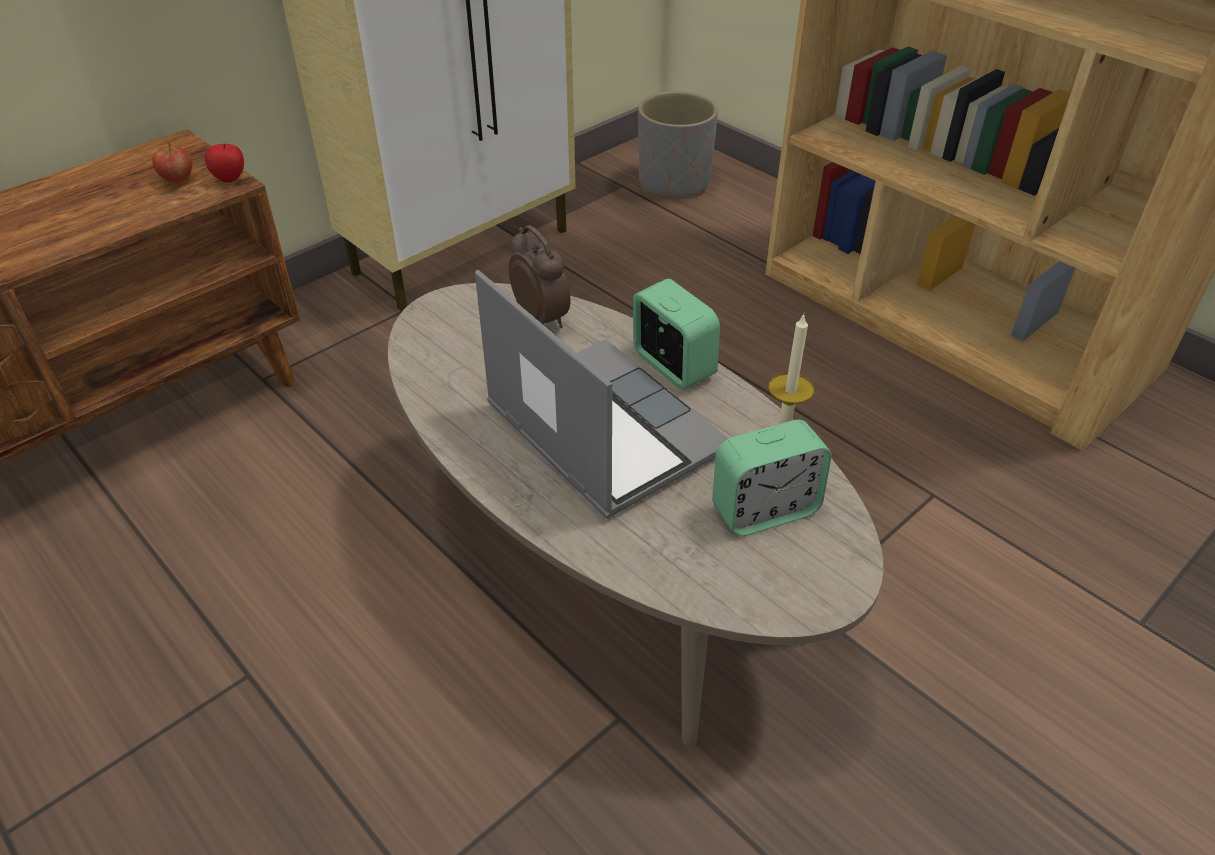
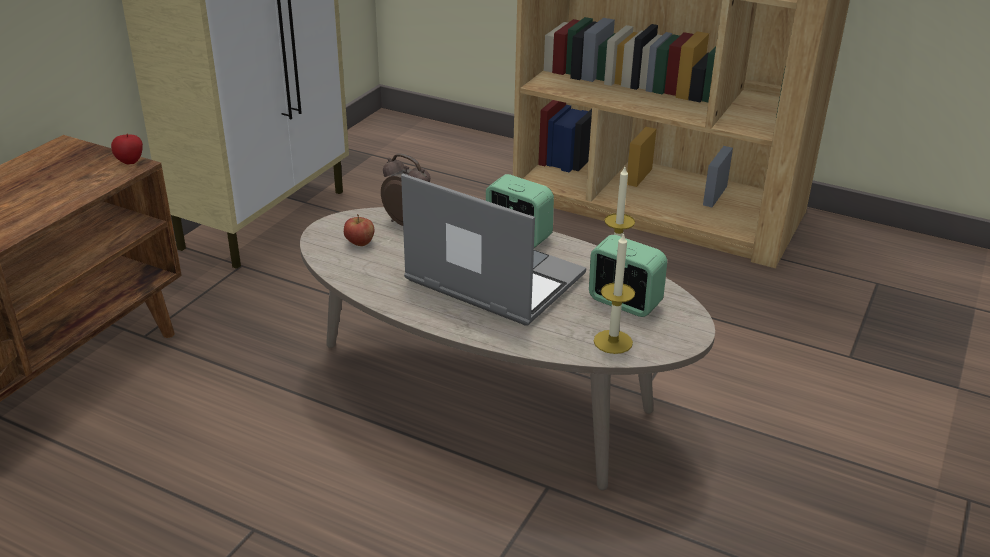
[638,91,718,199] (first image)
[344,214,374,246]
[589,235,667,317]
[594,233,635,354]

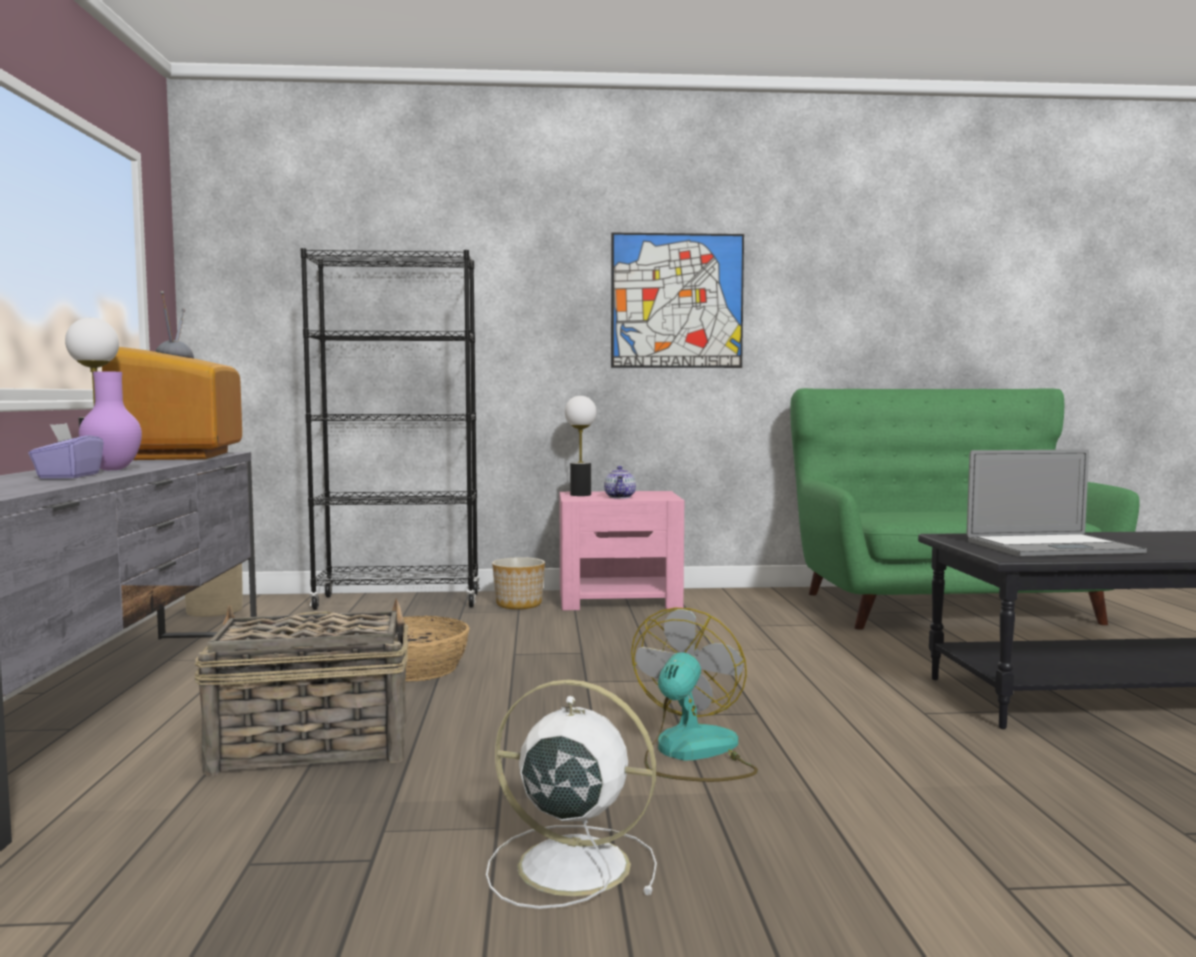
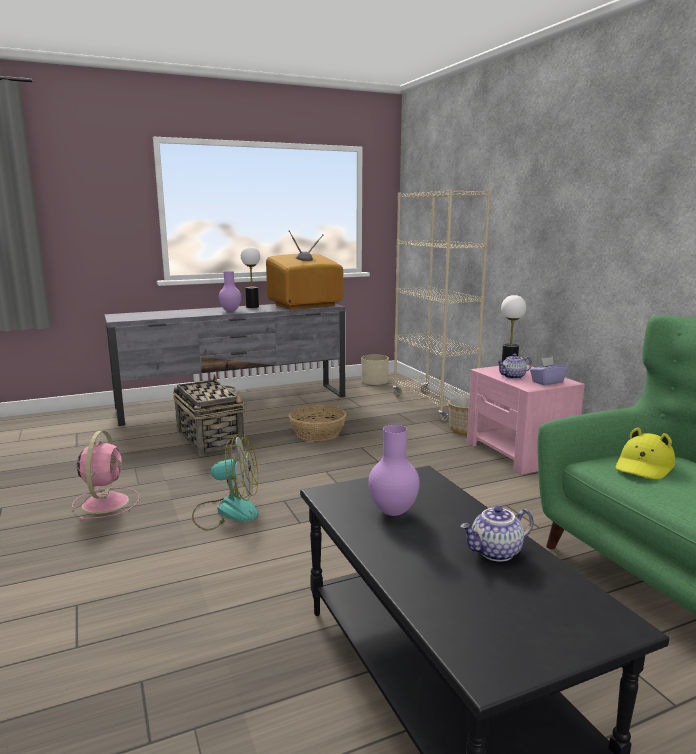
[611,233,744,368] (first image)
[393,189,491,421]
[530,357,568,385]
[368,425,420,516]
[72,431,139,520]
[616,428,675,479]
[460,506,534,562]

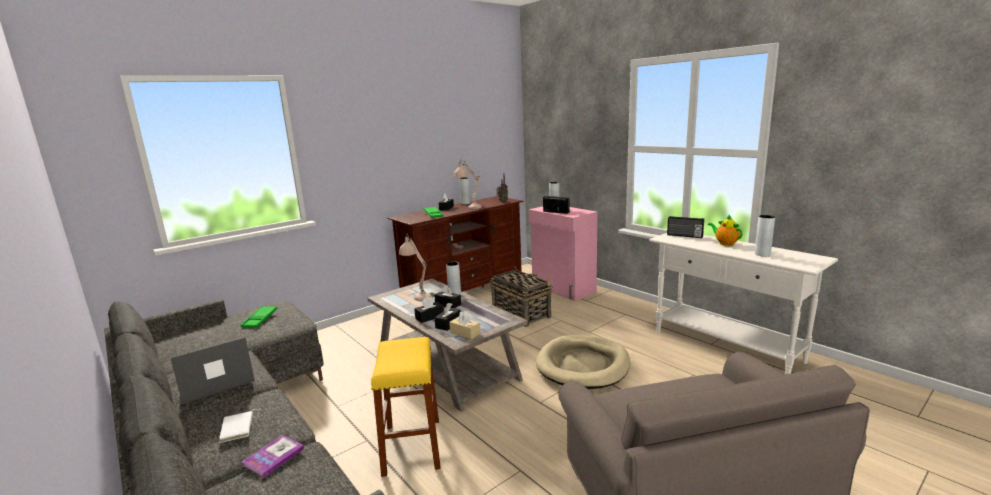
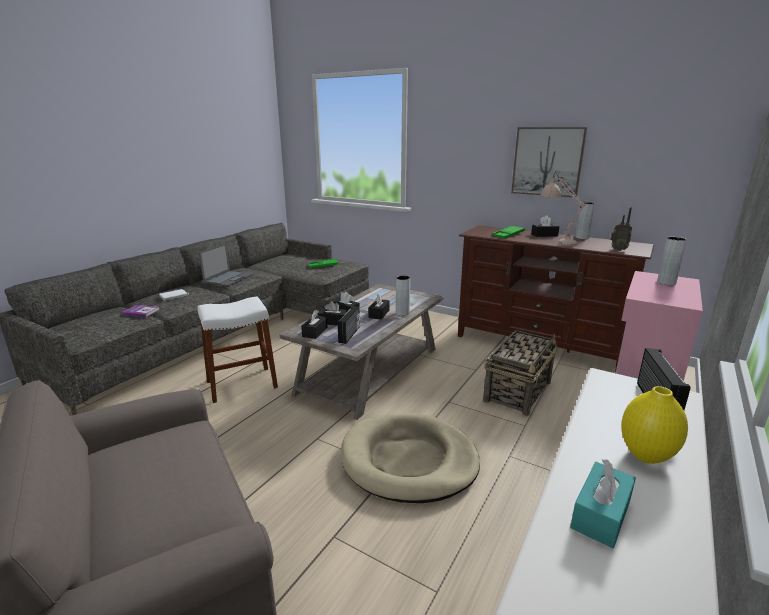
[338,306,360,344]
[621,386,688,464]
[570,459,636,548]
[399,234,434,301] (first image)
[301,310,327,339]
[199,243,253,286]
[197,297,278,403]
[511,127,587,197]

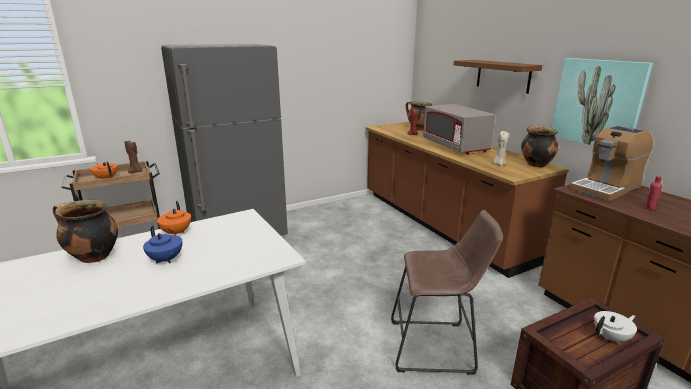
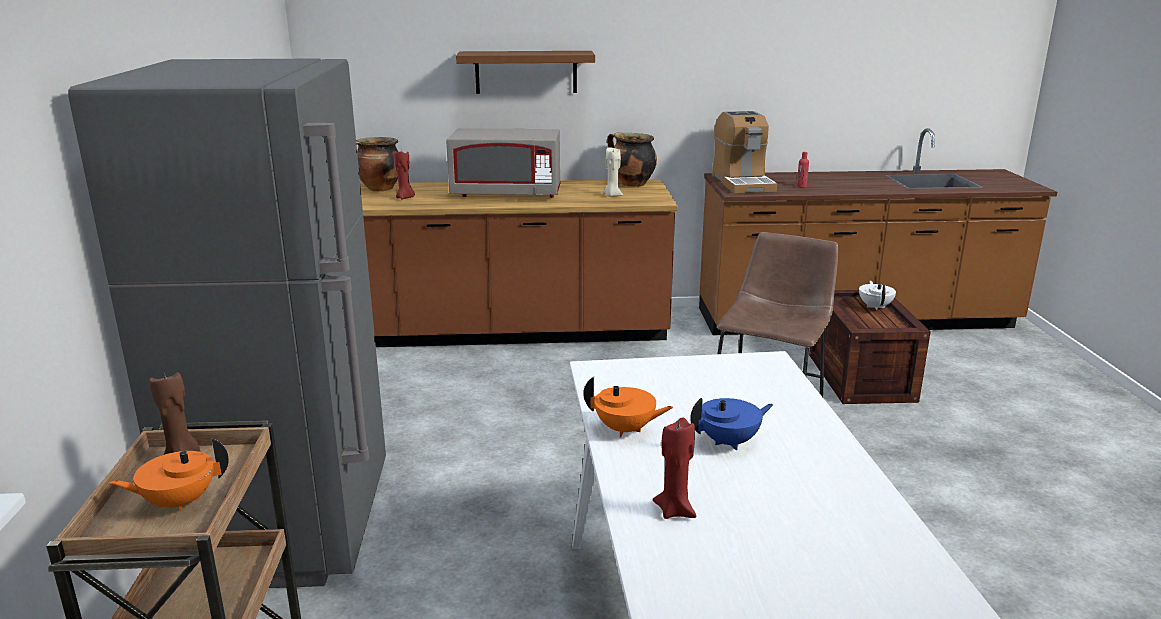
[552,58,653,146] (first image)
[653,417,696,519]

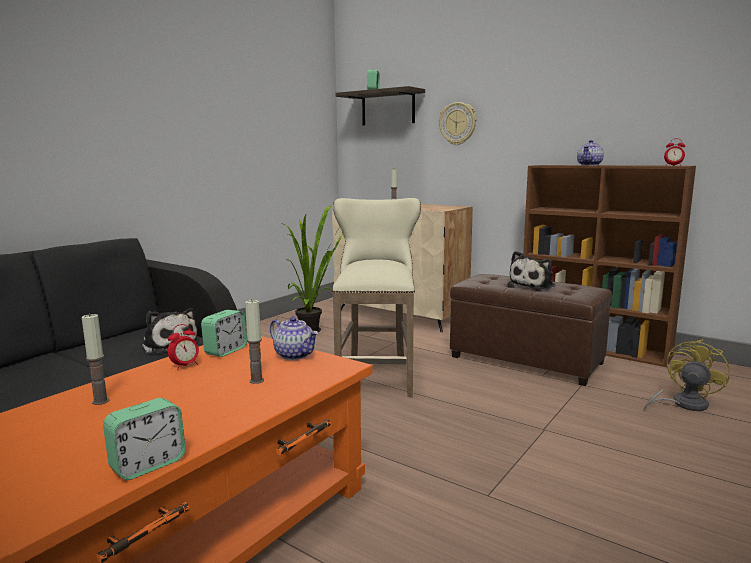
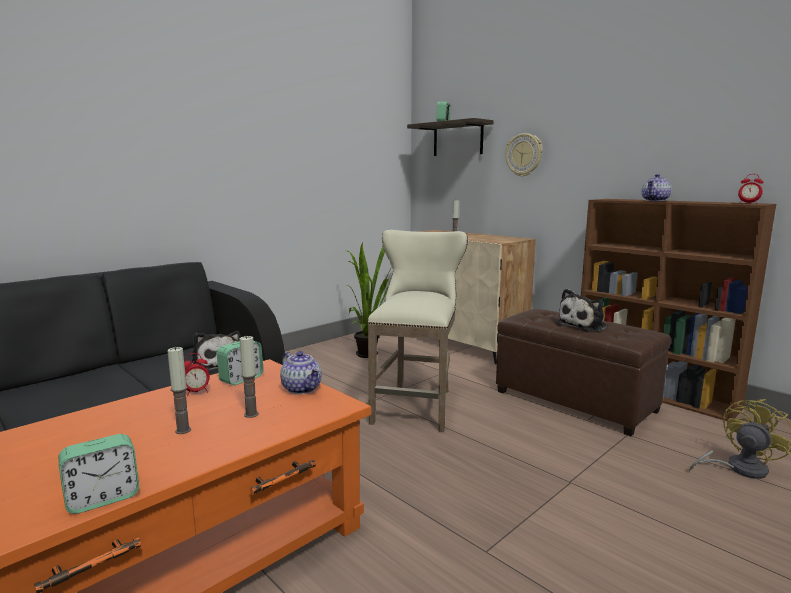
[167,346,191,434]

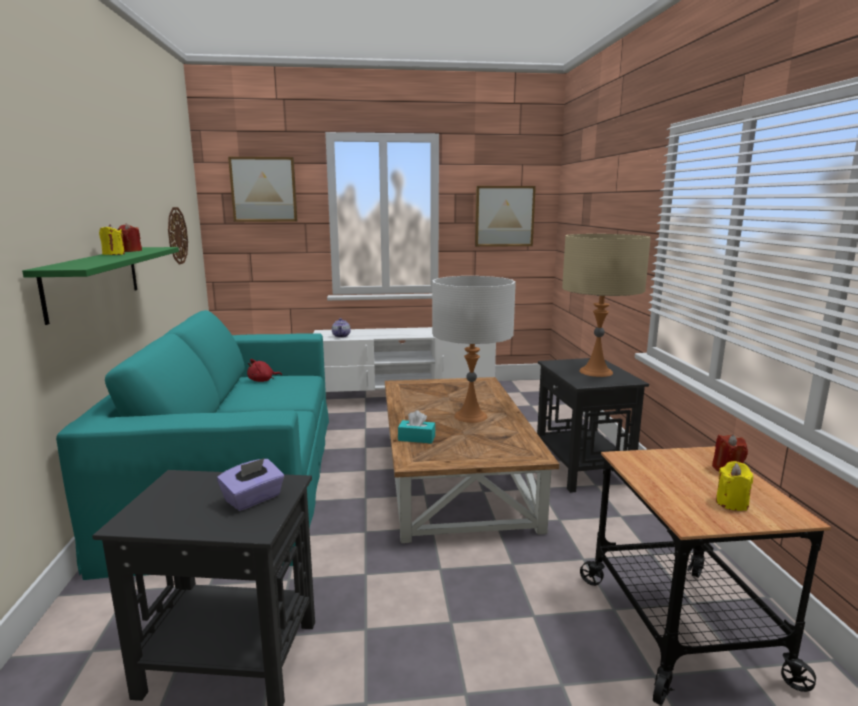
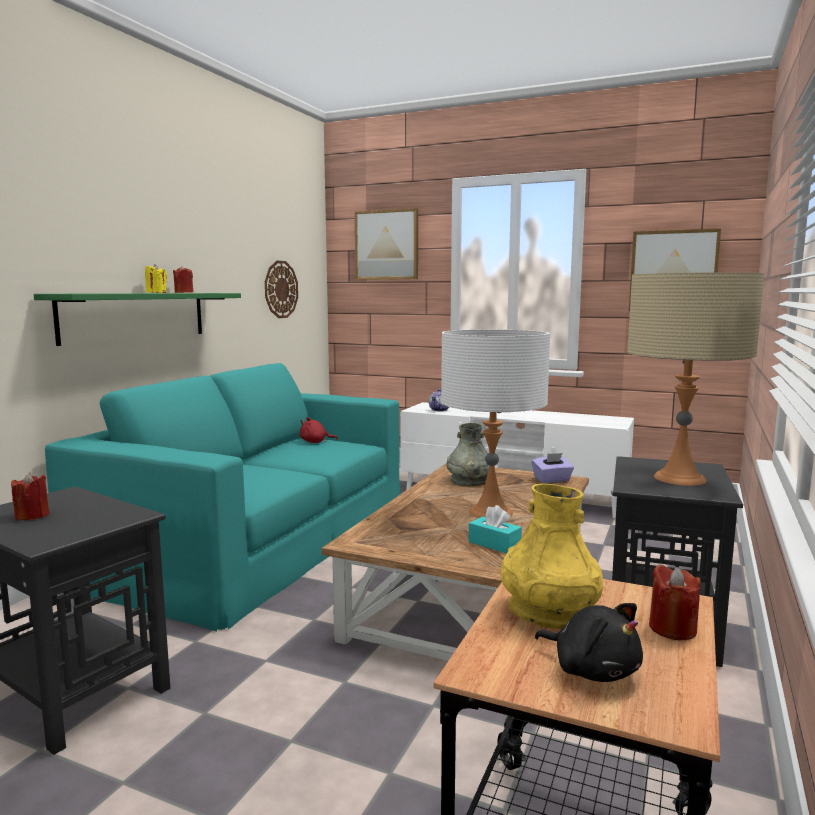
[469,505,522,553]
[532,453,574,483]
[535,603,643,682]
[447,423,489,486]
[11,472,49,520]
[500,484,603,629]

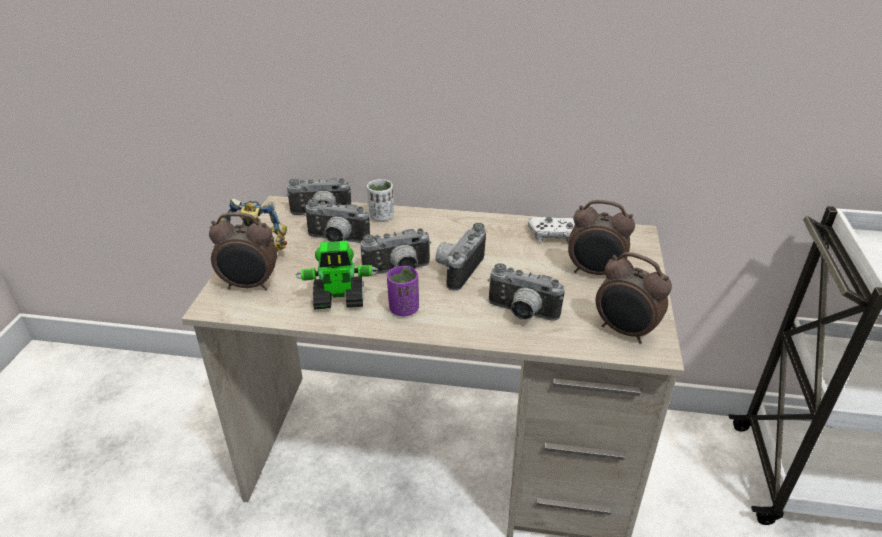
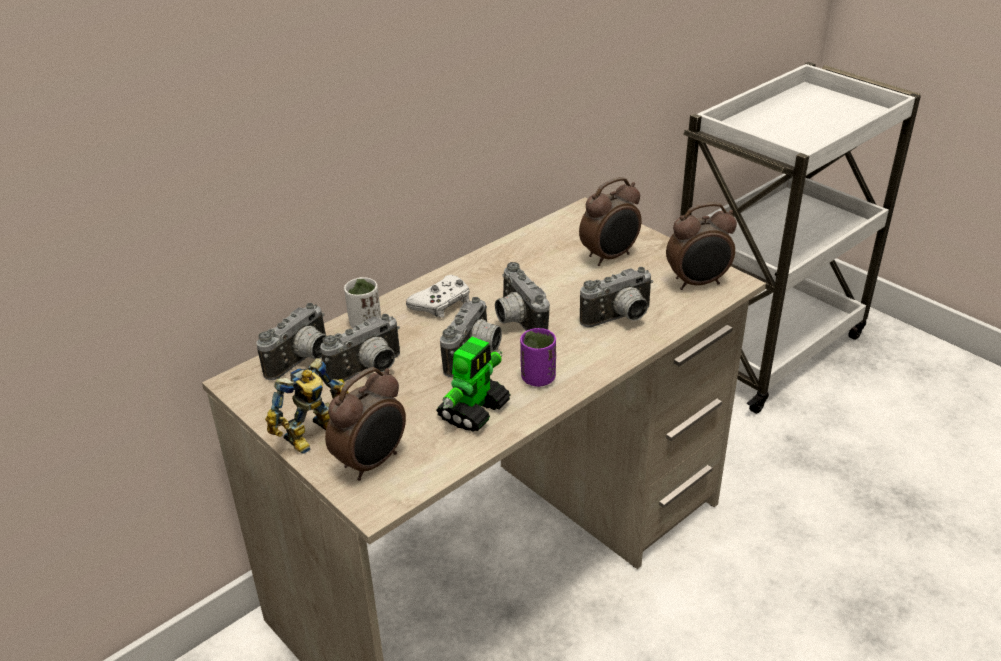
[406,275,470,318]

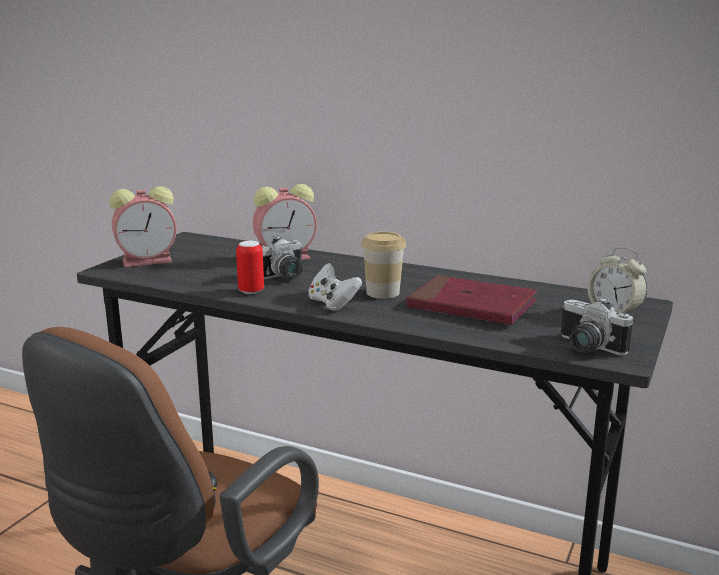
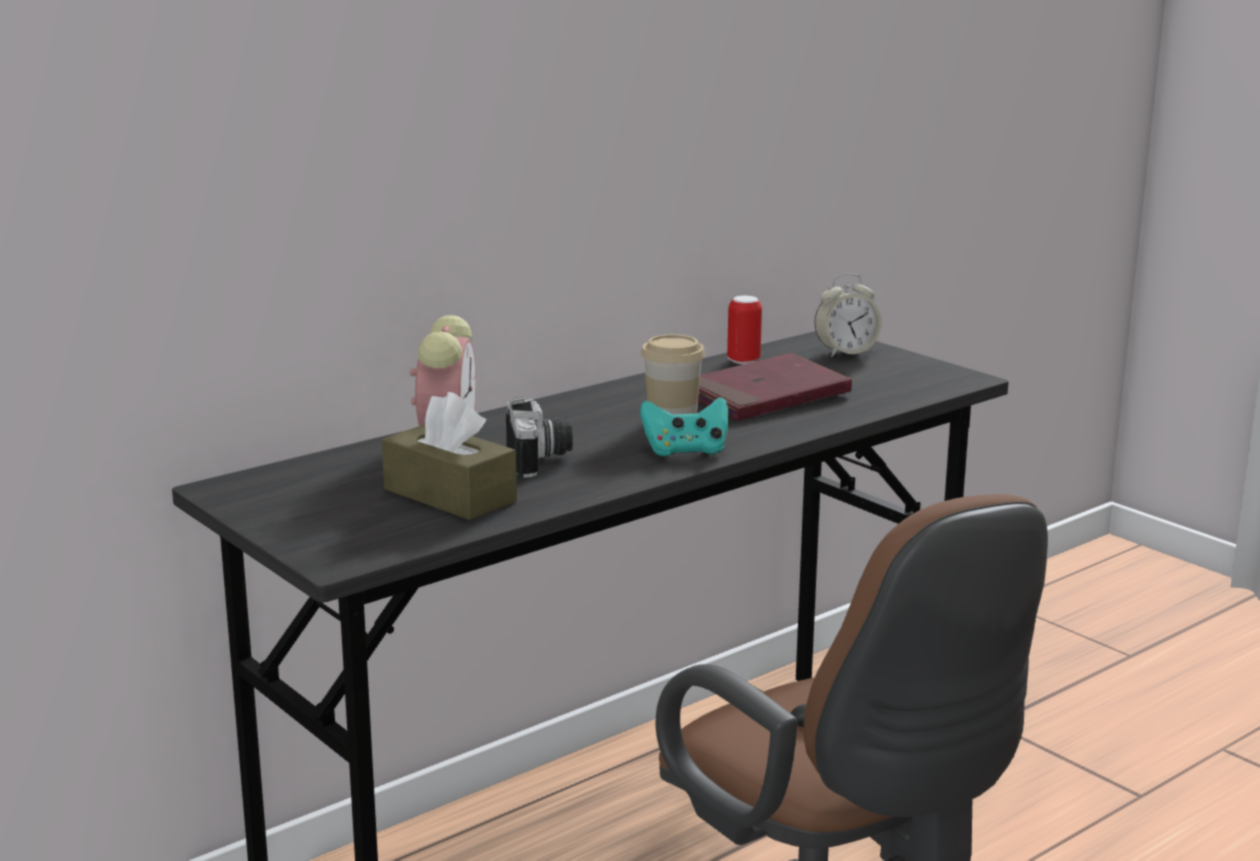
[110,186,177,267] (first image)
[727,296,762,364]
[640,397,728,456]
[561,297,633,355] (first image)
[382,392,517,520]

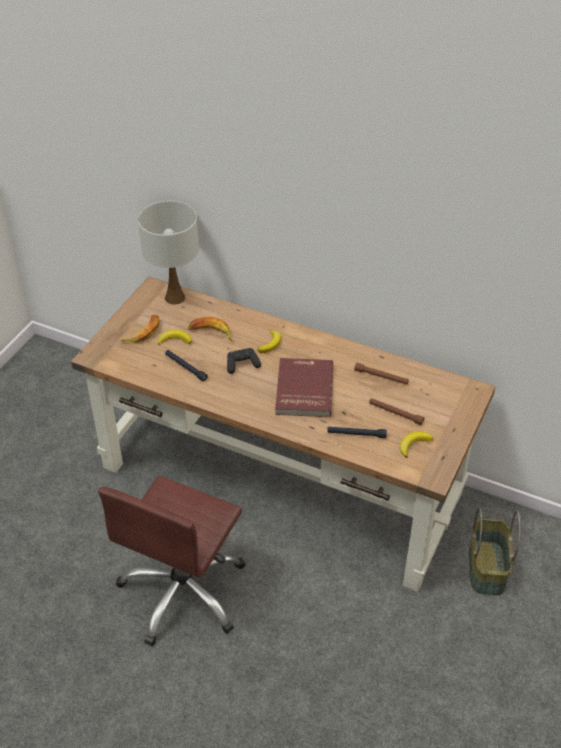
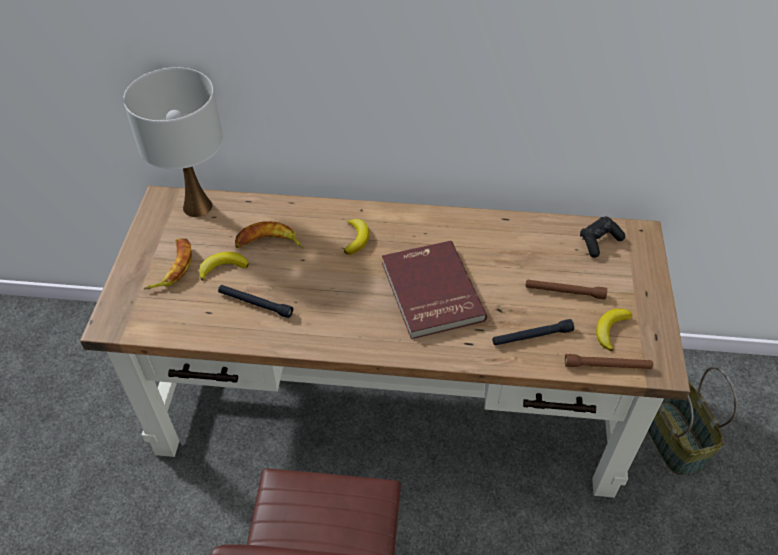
[580,217,625,258]
[565,354,653,369]

